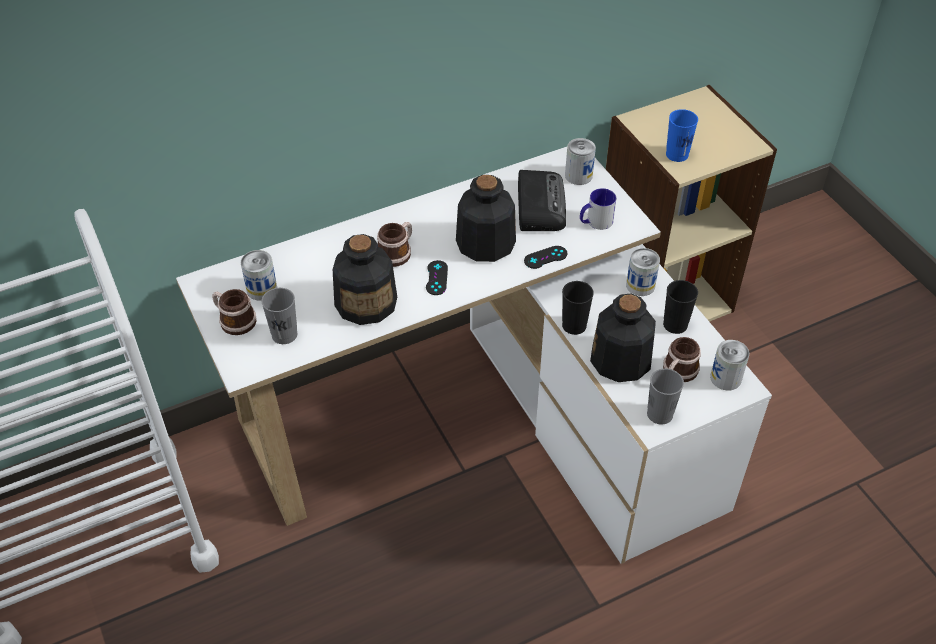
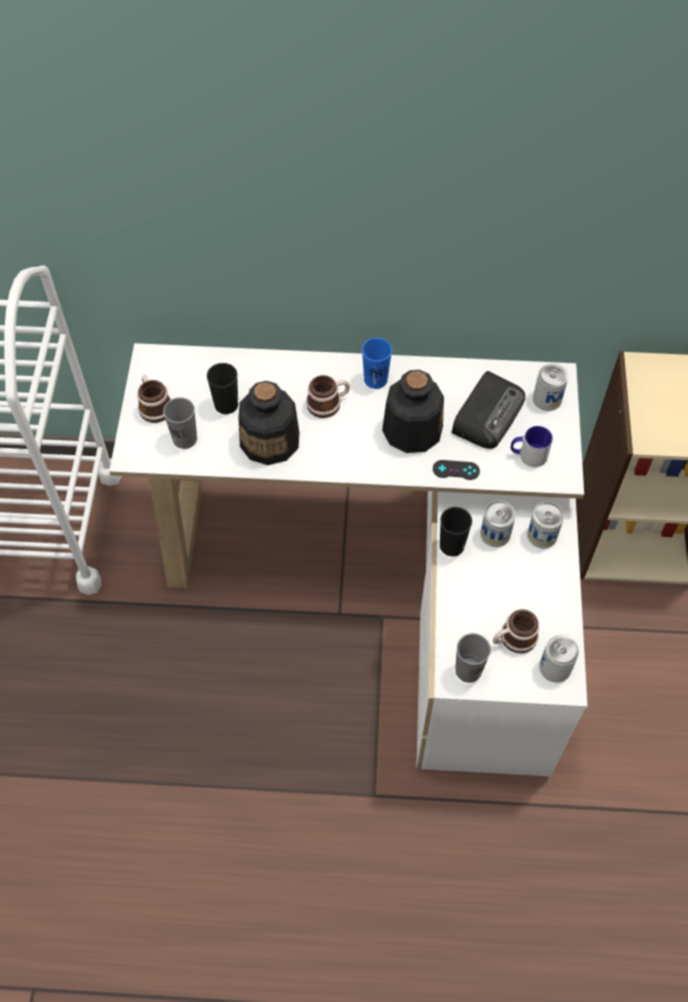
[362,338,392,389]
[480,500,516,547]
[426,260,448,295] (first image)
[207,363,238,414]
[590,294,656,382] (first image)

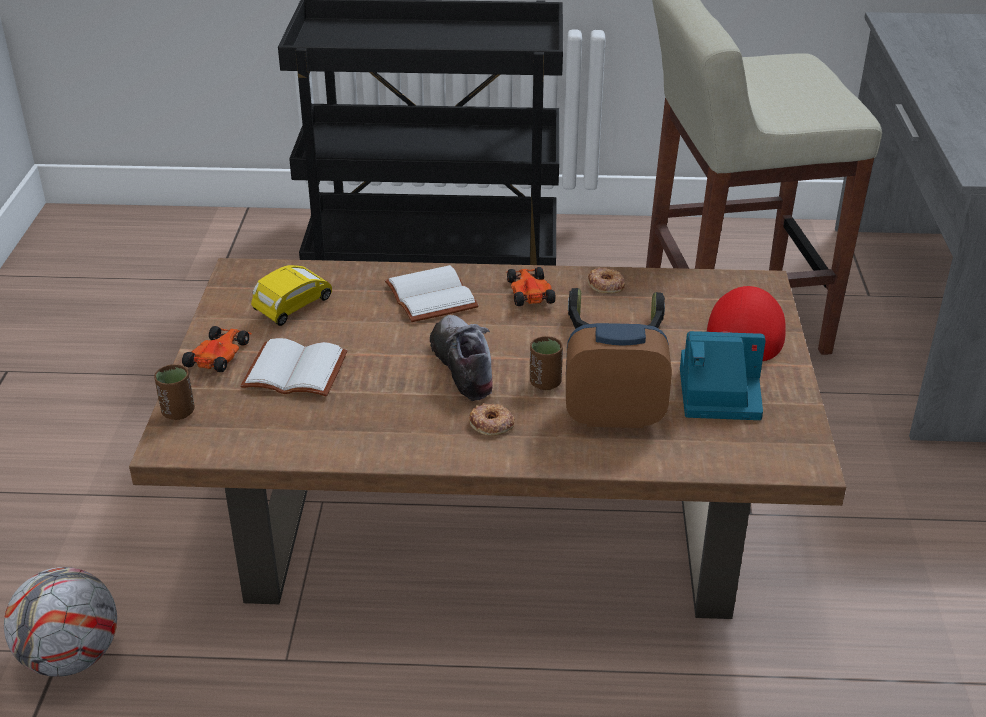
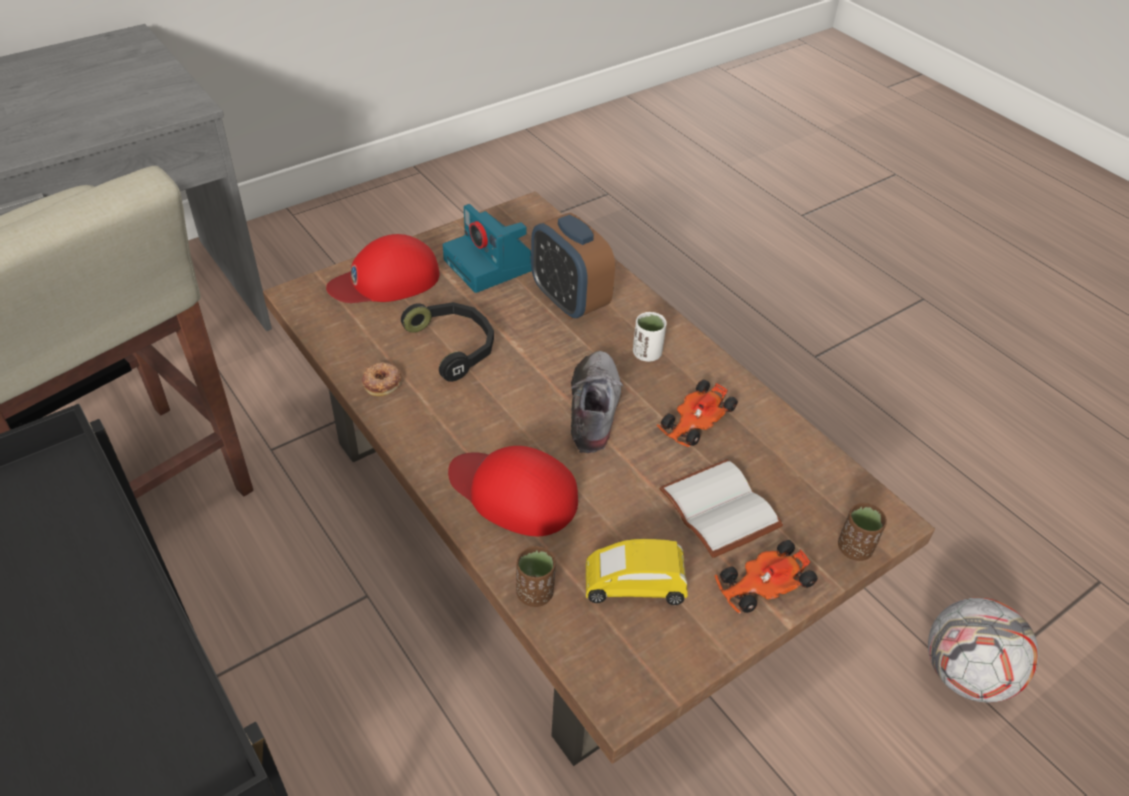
[448,446,578,536]
[657,380,738,447]
[563,351,623,453]
[516,546,556,607]
[633,312,667,362]

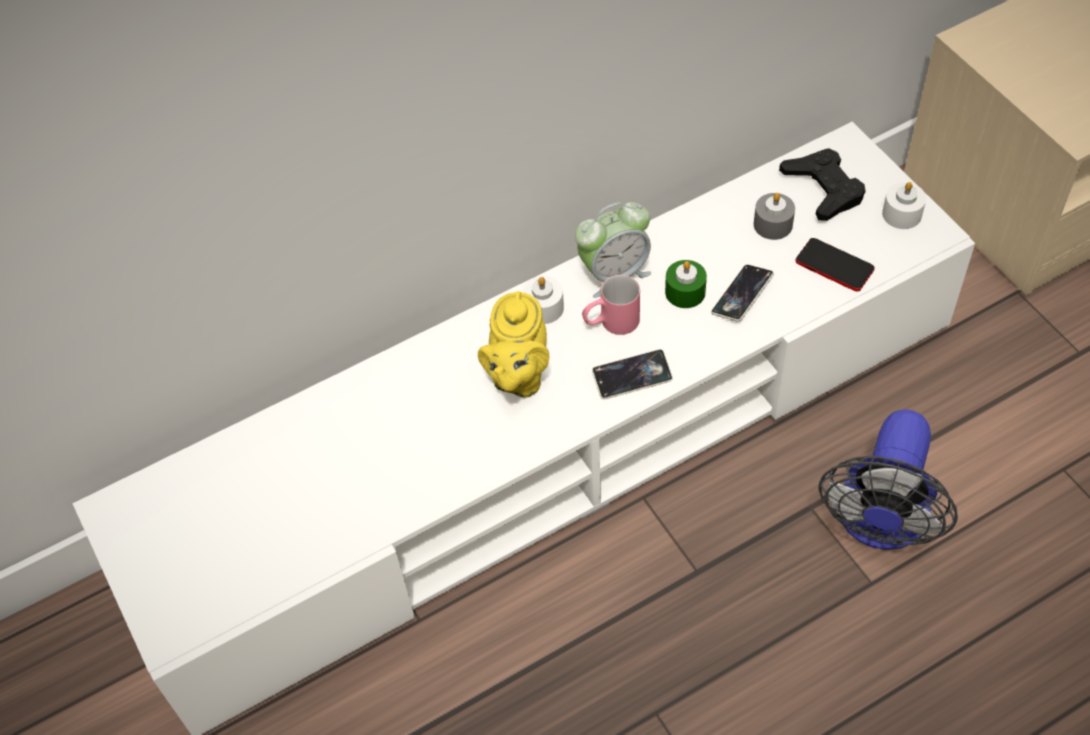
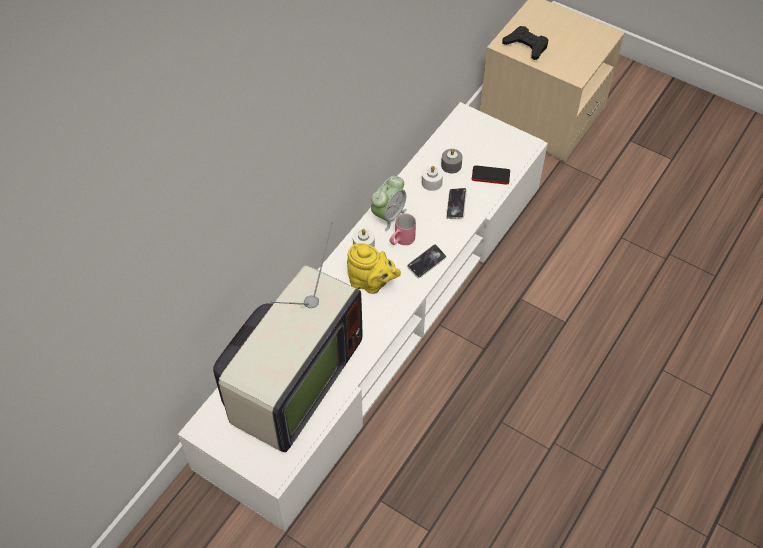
[502,26,548,60]
[422,166,443,191]
[665,260,707,308] (first image)
[347,243,401,294]
[819,409,958,550] (first image)
[213,222,362,452]

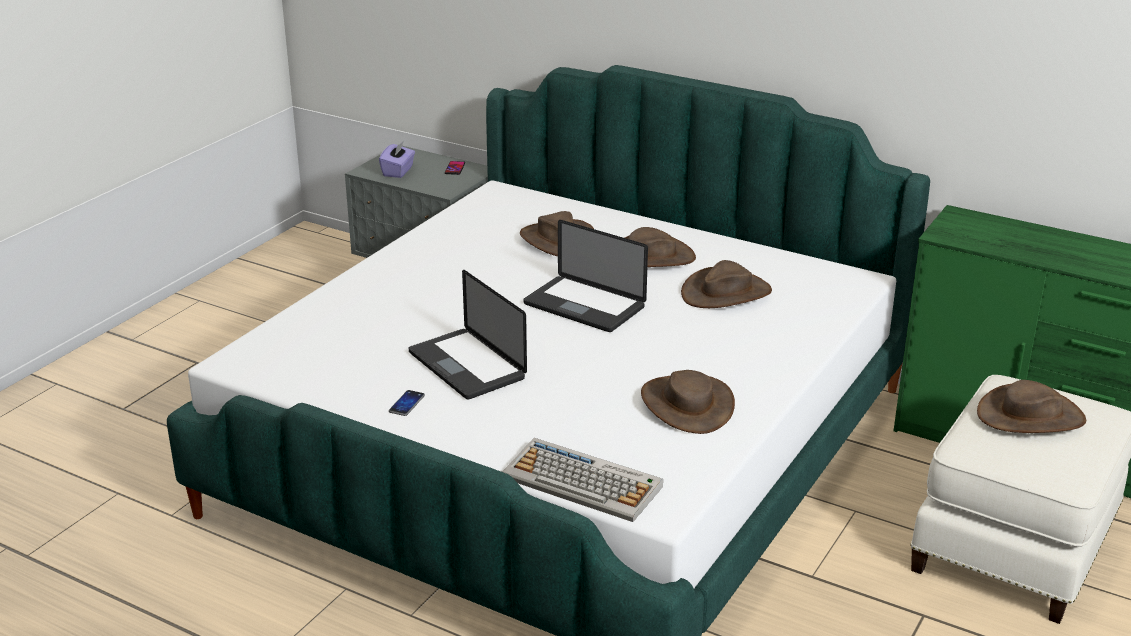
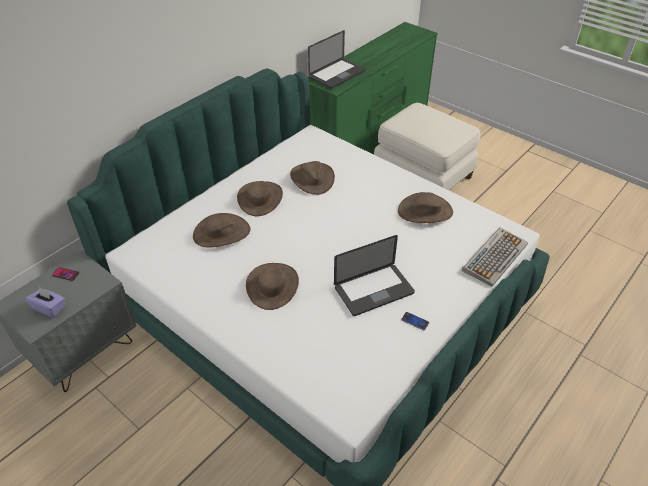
[308,30,365,89]
[246,263,299,310]

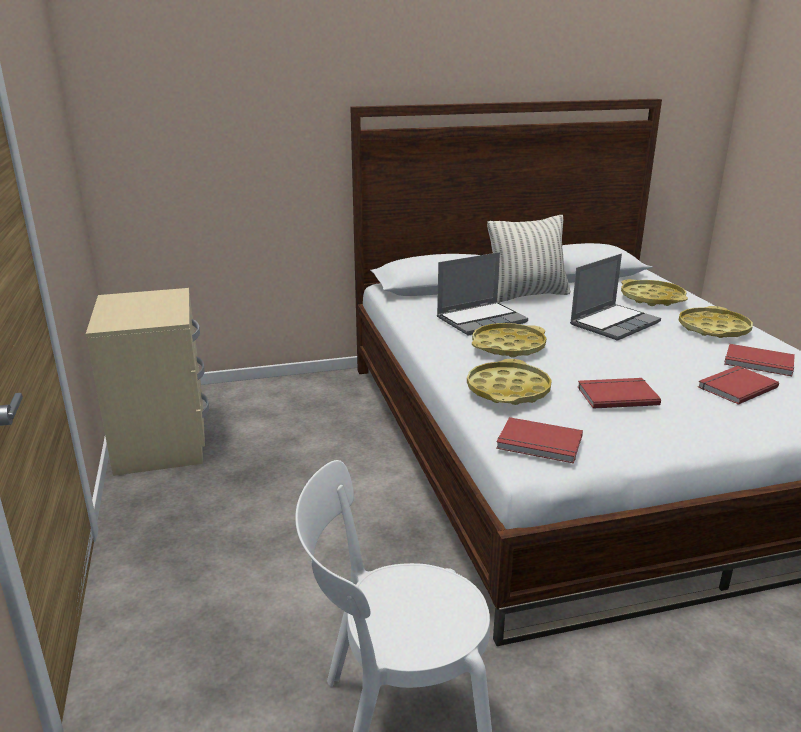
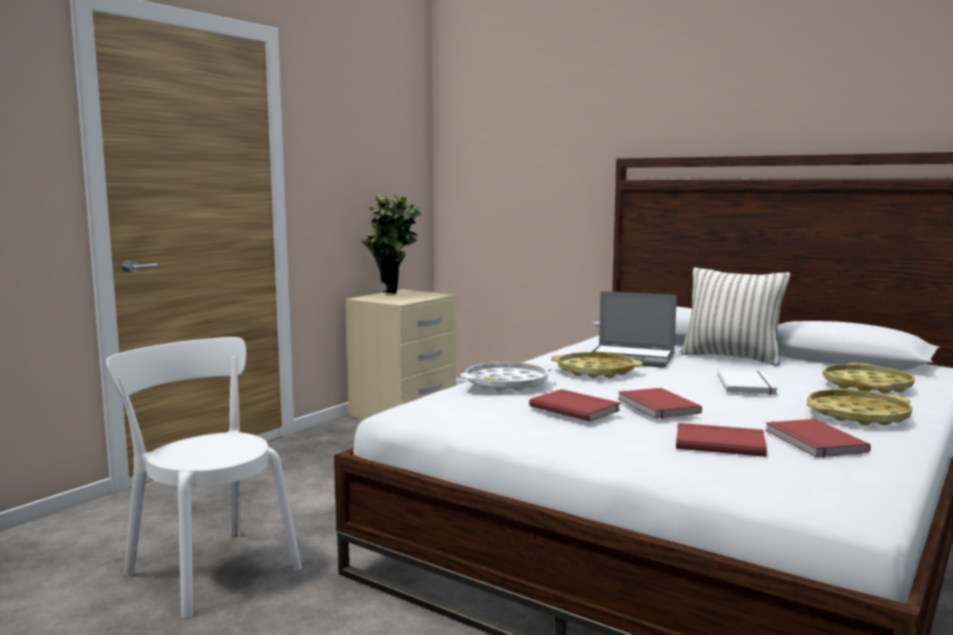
[717,370,778,395]
[460,362,551,392]
[618,388,702,419]
[361,193,422,293]

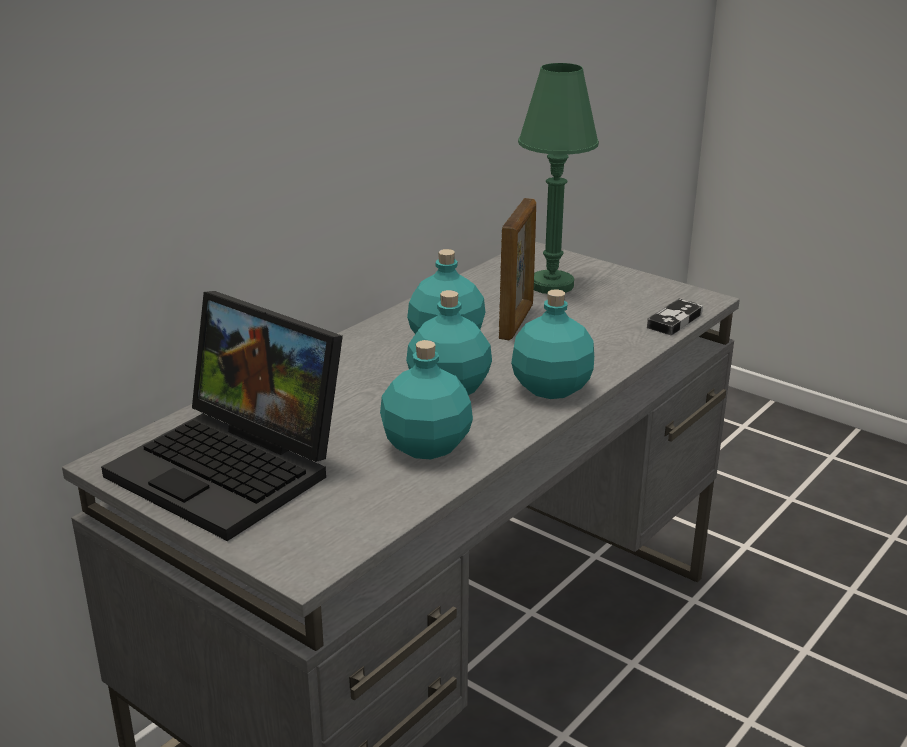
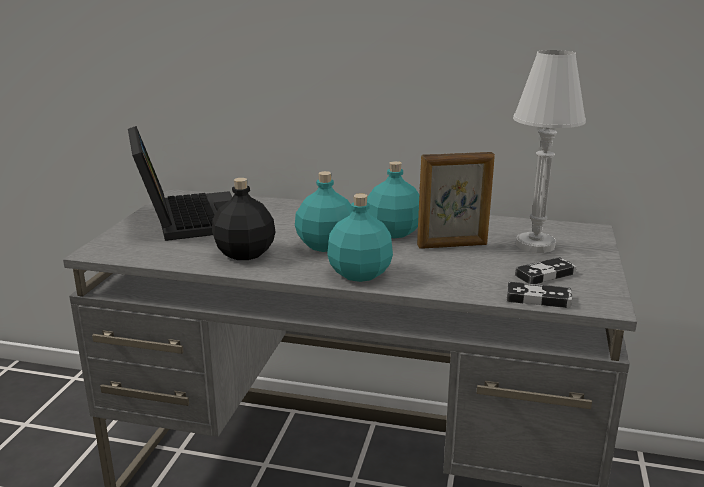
[513,50,586,253]
[128,126,232,241]
[212,178,276,260]
[515,257,577,284]

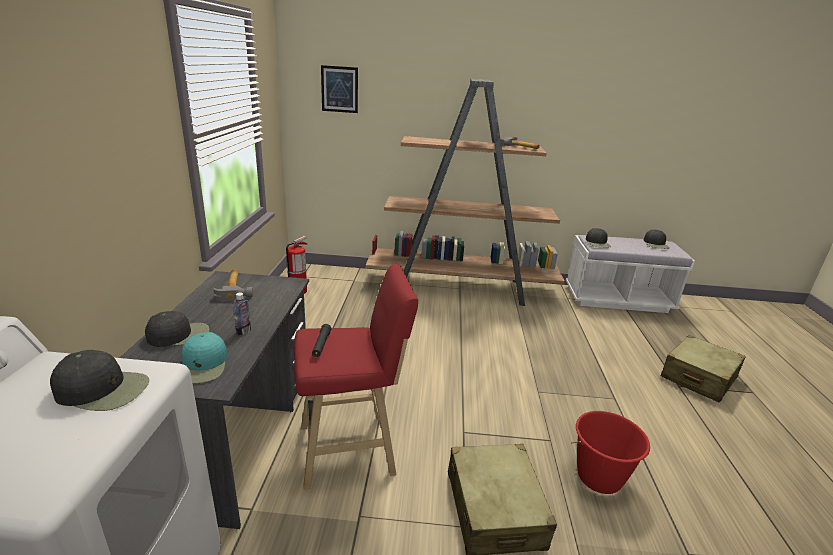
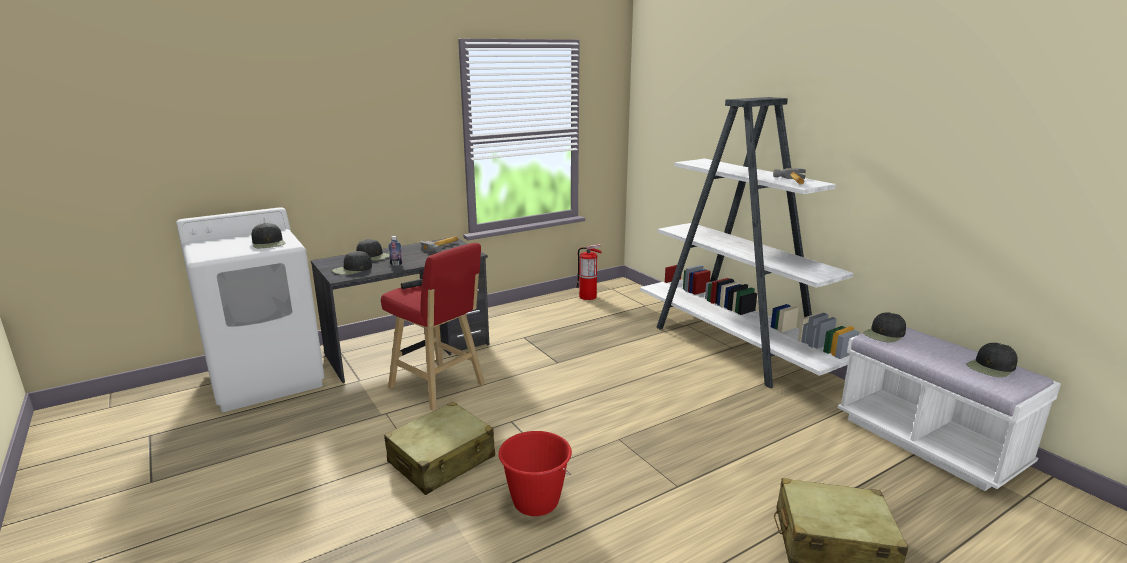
[321,65,358,113] (first image)
[640,97,859,388]
[332,251,372,275]

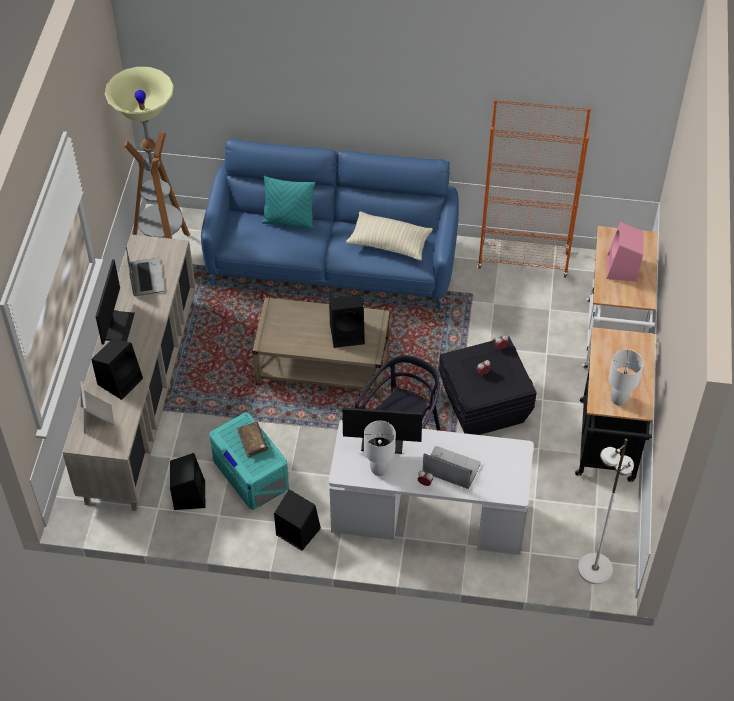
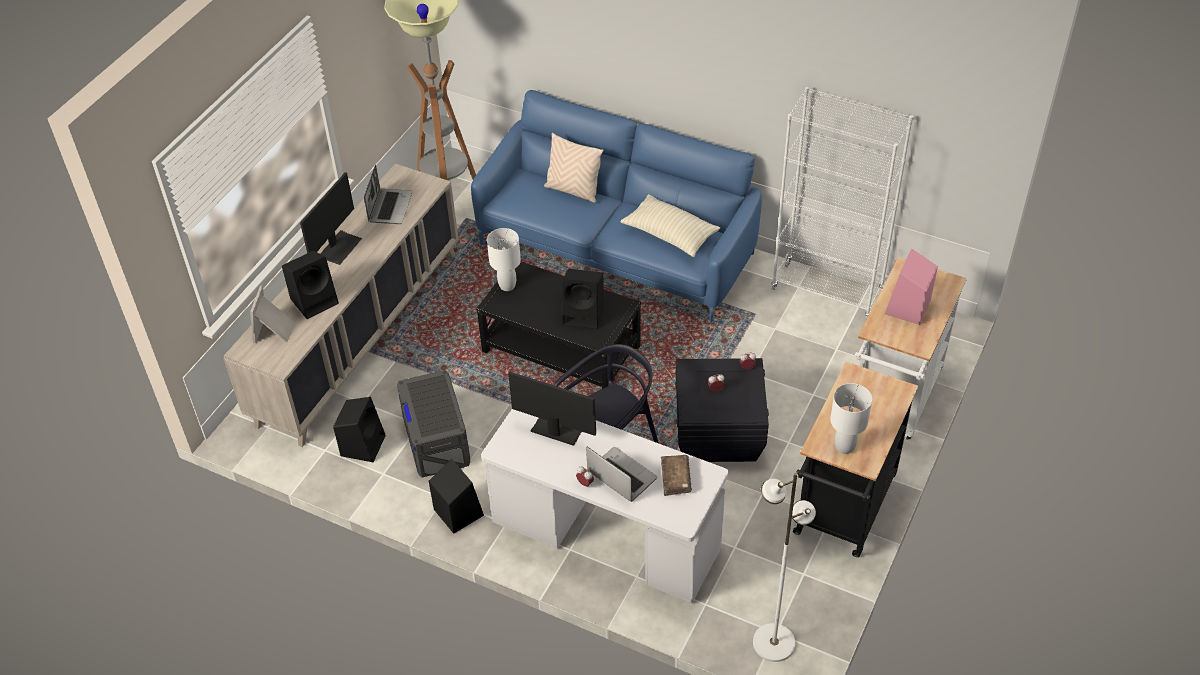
[771,87,913,320]
[544,133,604,203]
[476,262,641,389]
[397,370,470,478]
[487,228,521,291]
[661,455,692,496]

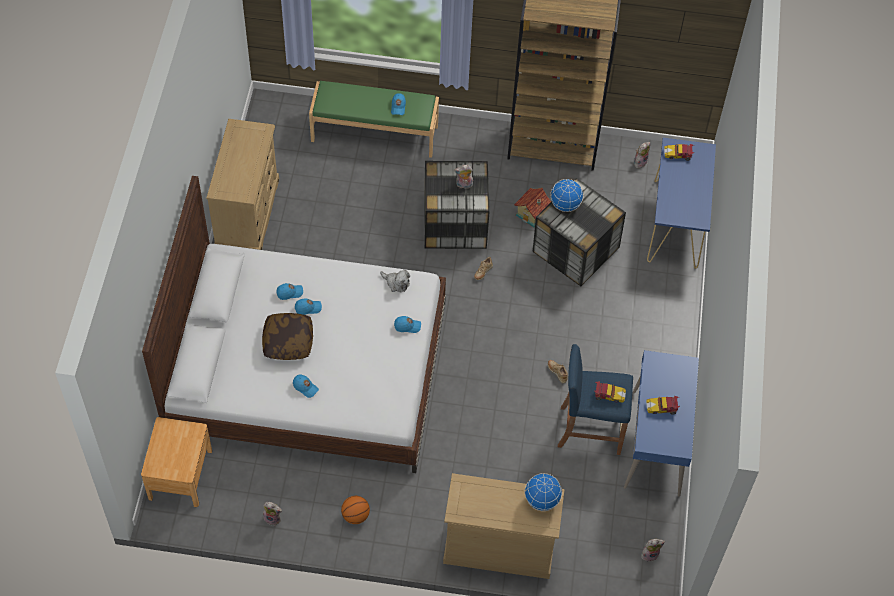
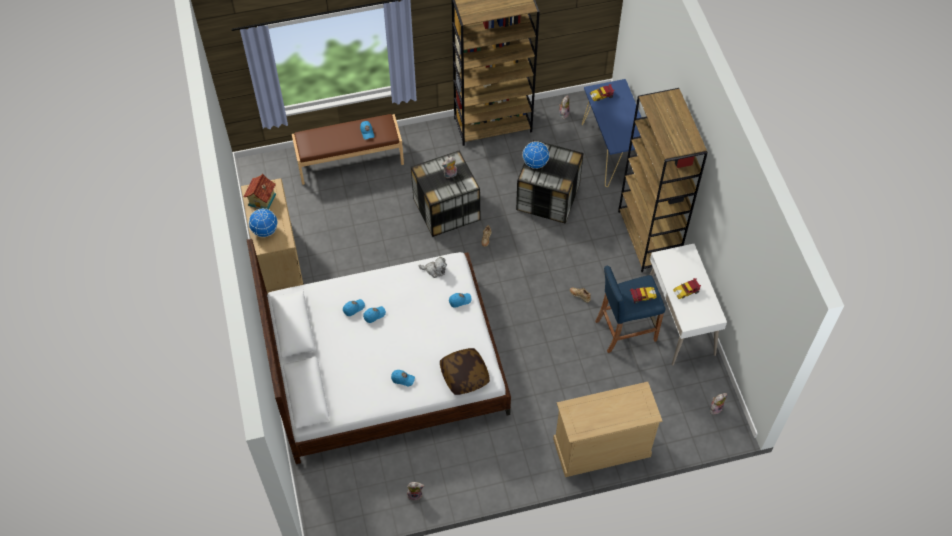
[292,114,404,185]
[243,174,276,210]
[440,348,490,395]
[650,244,727,366]
[141,417,212,507] (first image)
[249,208,278,237]
[341,496,370,524] (first image)
[618,88,708,272]

